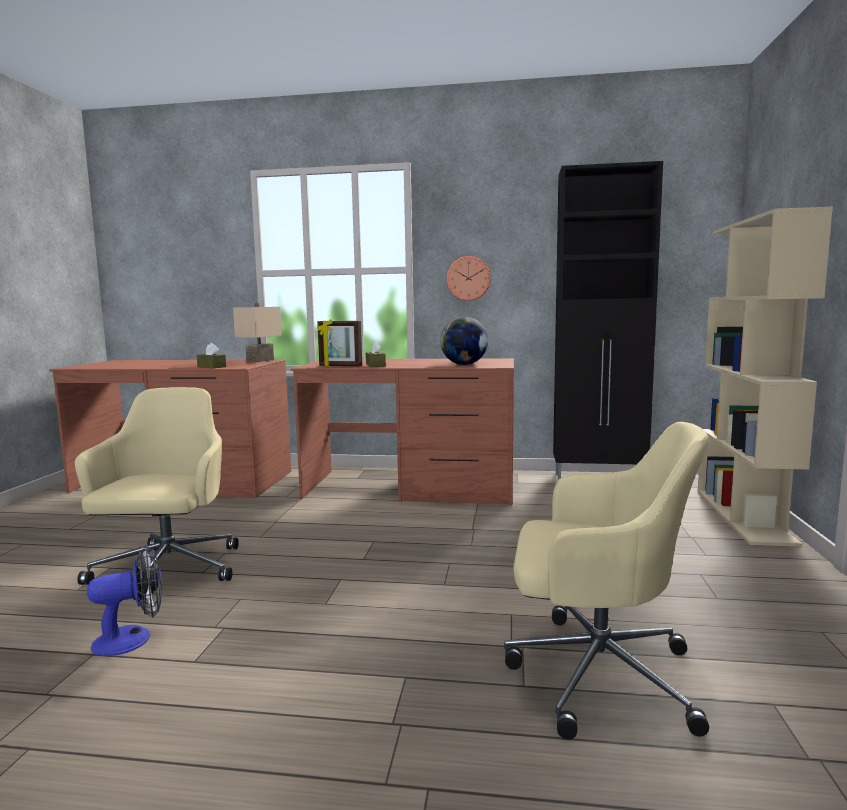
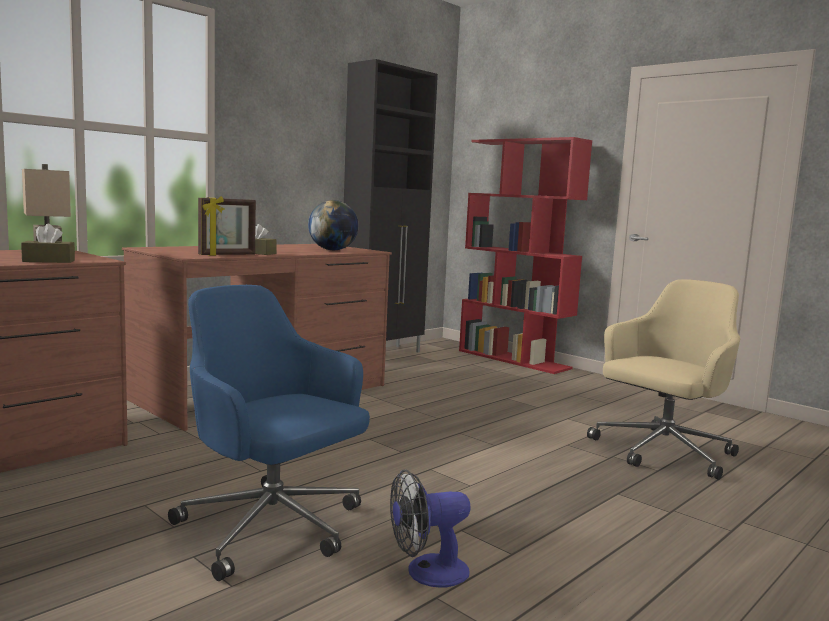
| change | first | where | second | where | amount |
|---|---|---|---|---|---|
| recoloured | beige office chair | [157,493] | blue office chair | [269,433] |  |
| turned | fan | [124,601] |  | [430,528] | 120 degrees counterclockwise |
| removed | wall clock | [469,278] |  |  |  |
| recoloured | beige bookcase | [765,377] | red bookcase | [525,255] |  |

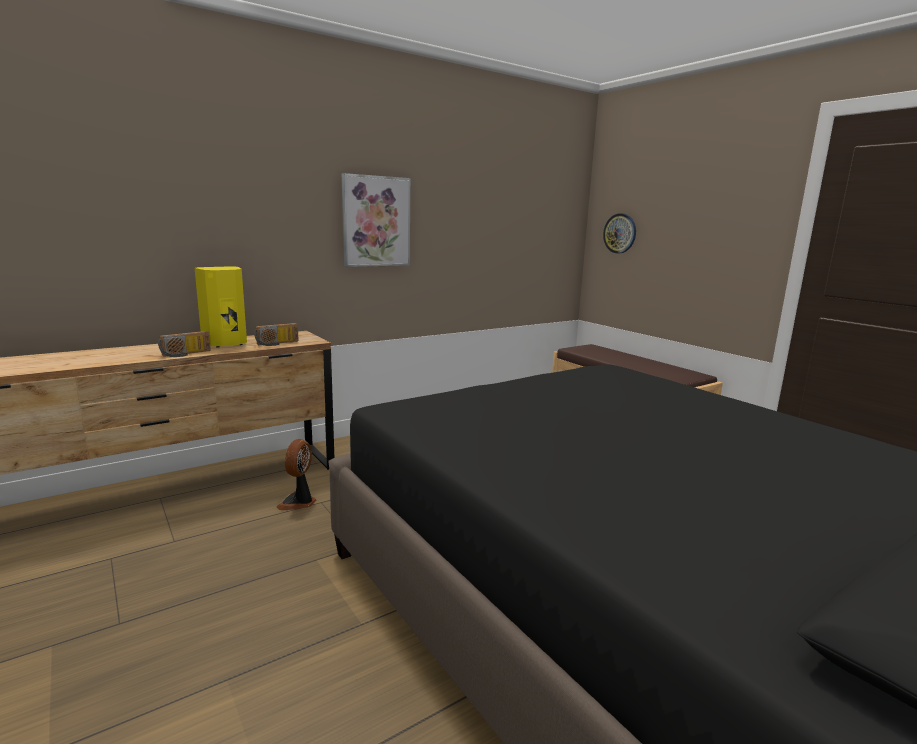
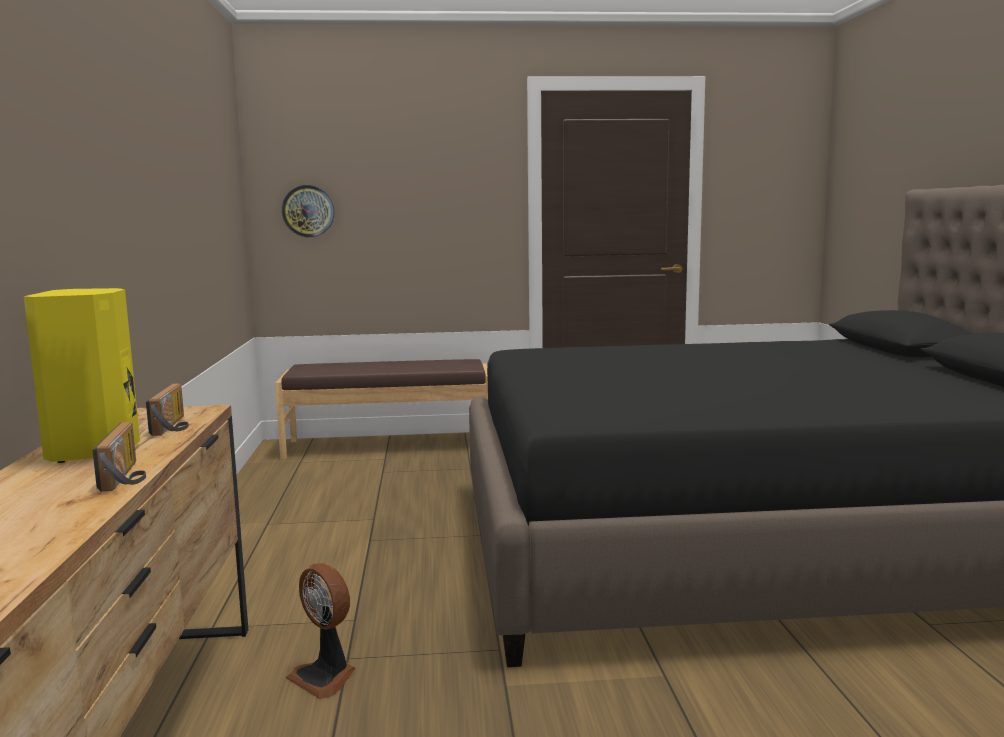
| change | first | where | second | where | amount |
|---|---|---|---|---|---|
| removed | picture | [376,220] |  |  |  |

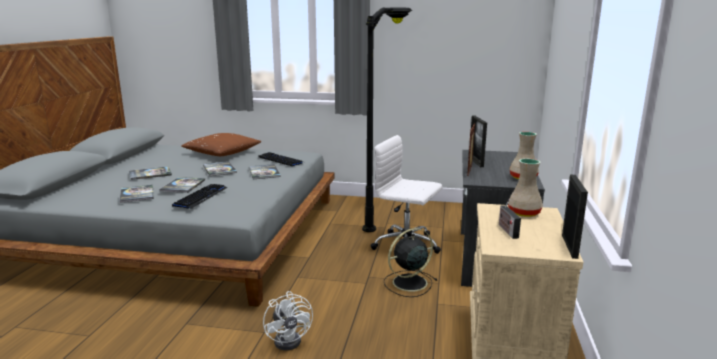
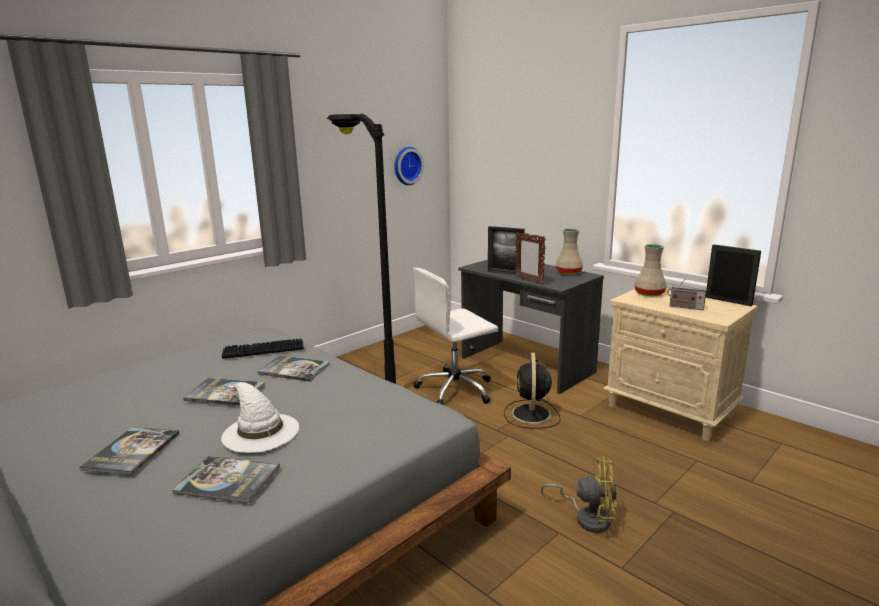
| change | first | where | second | where | amount |
|---|---|---|---|---|---|
| replaced | book | [182,185] | white hat | [260,417] |  |
| removed | keyboard | [200,196] |  |  |  |
| removed | brown pillow | [221,144] |  |  |  |
| recoloured | white fan | [288,321] | yellow fan | [579,495] |  |
| added |  |  | wall clock | [409,166] |  |

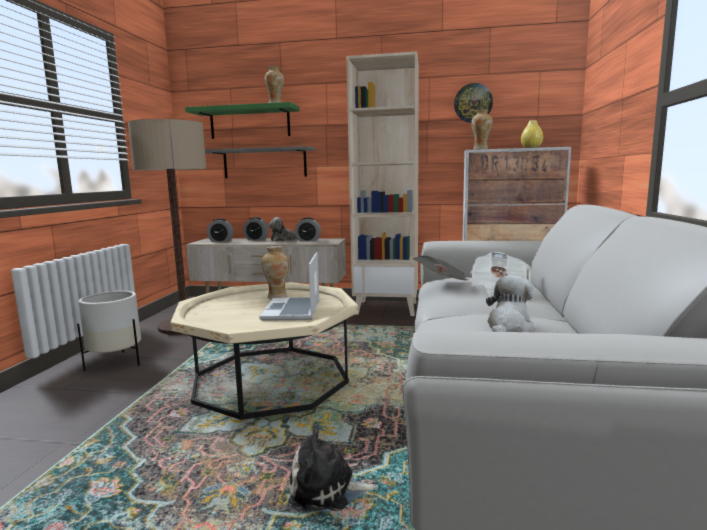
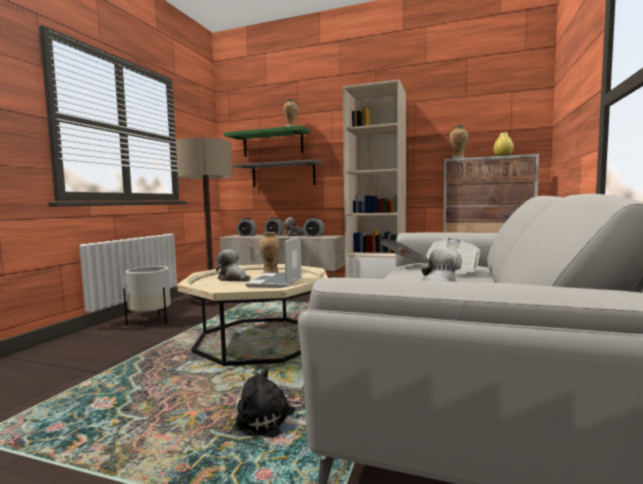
| change | first | where | second | where | amount |
|---|---|---|---|---|---|
| removed | wall clock | [473,103] |  |  |  |
| added |  |  | plush toy | [233,265] |  |

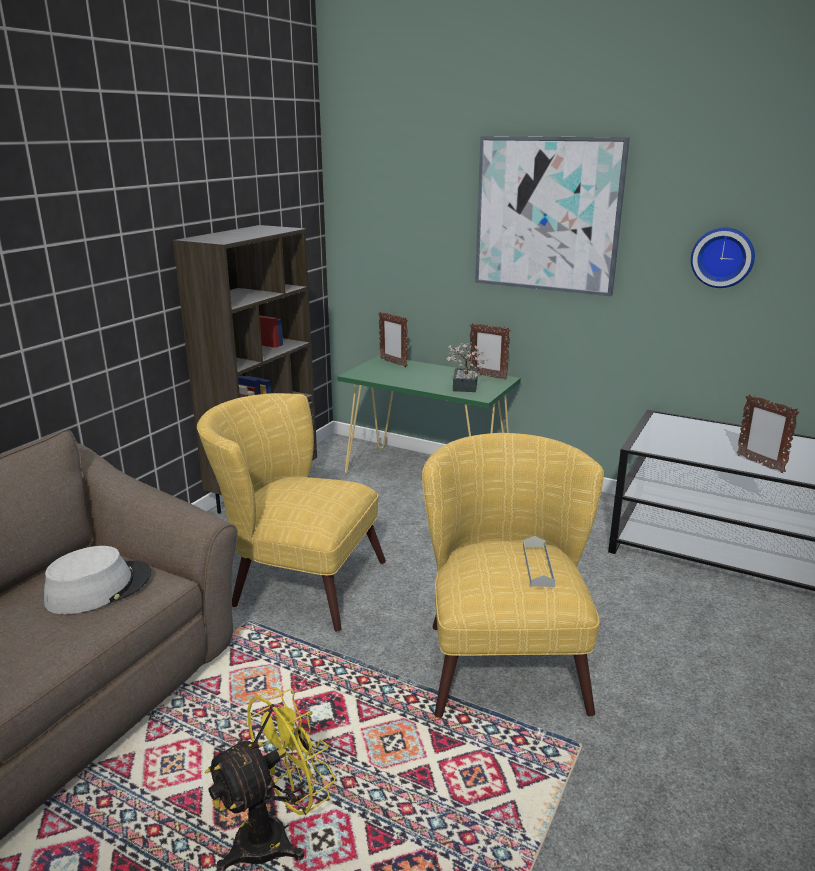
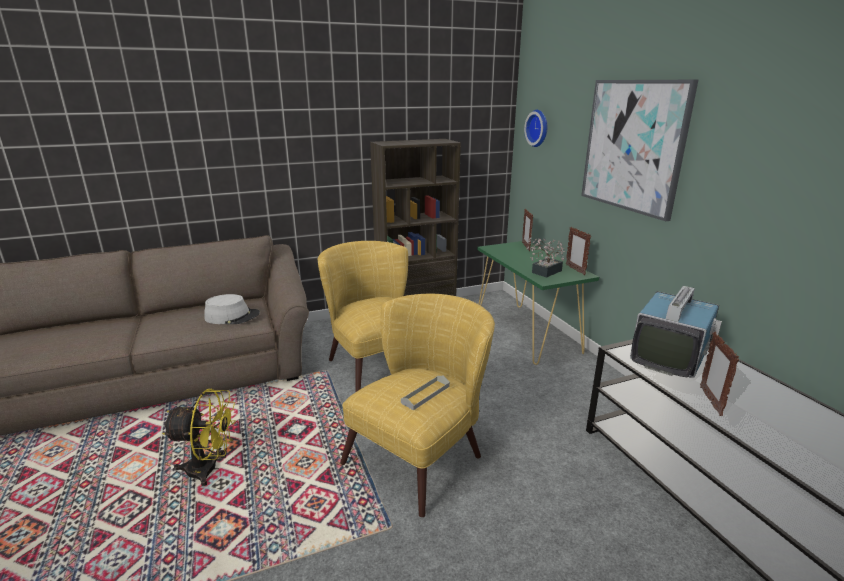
| change | first | where | second | where | amount |
|---|---|---|---|---|---|
| moved | wall clock | [723,258] |  | [536,128] |  |
| added |  |  | television | [676,332] |  |

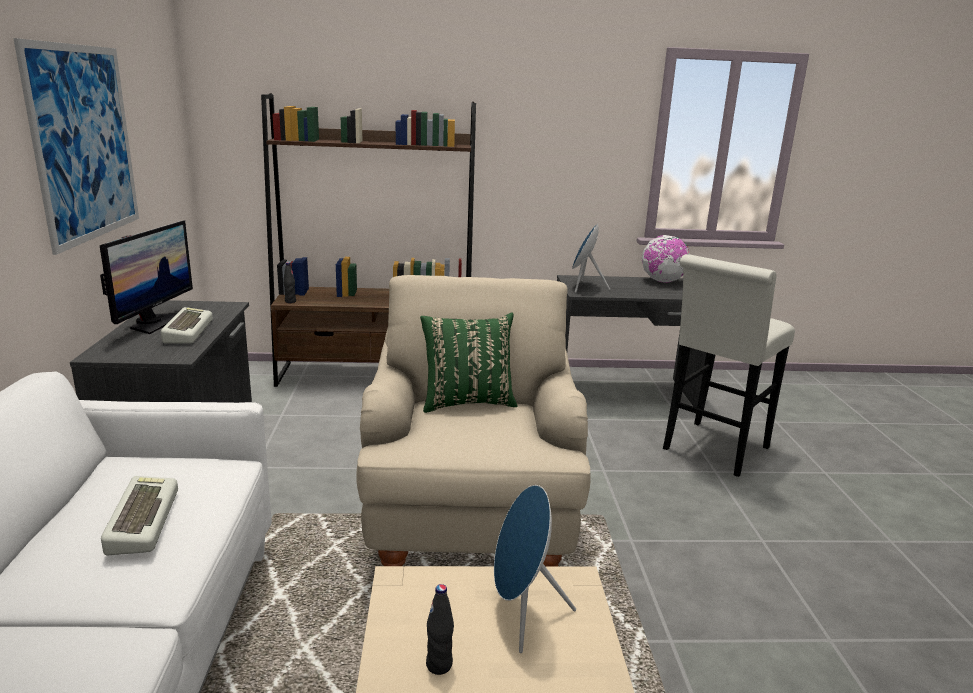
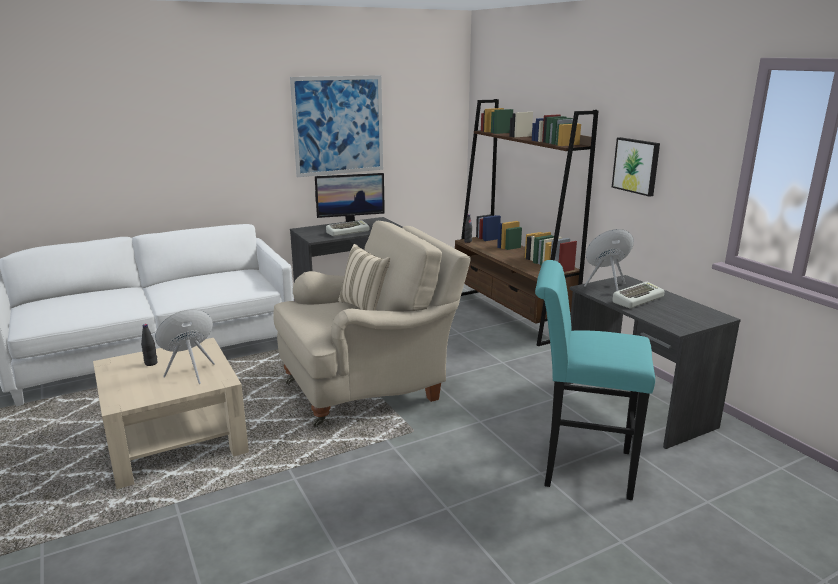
| change | first | where | second | where | amount |
|---|---|---|---|---|---|
| moved | keyboard | [139,515] |  | [638,295] |  |
| recoloured | green pillow | [469,363] | beige pillow | [364,277] |  |
| removed | globe | [666,259] |  |  |  |
| recoloured | white stool | [729,365] | turquoise stool | [595,380] |  |
| added |  |  | picture | [636,167] |  |

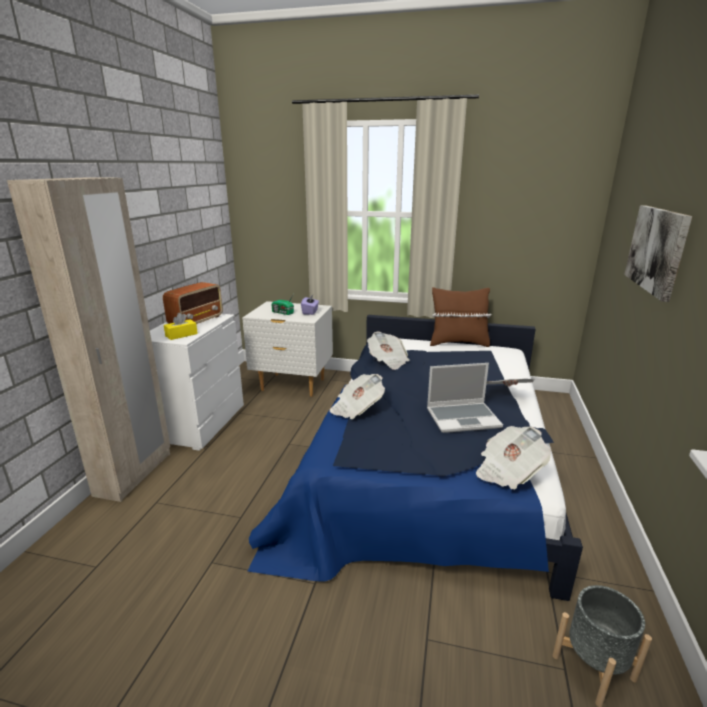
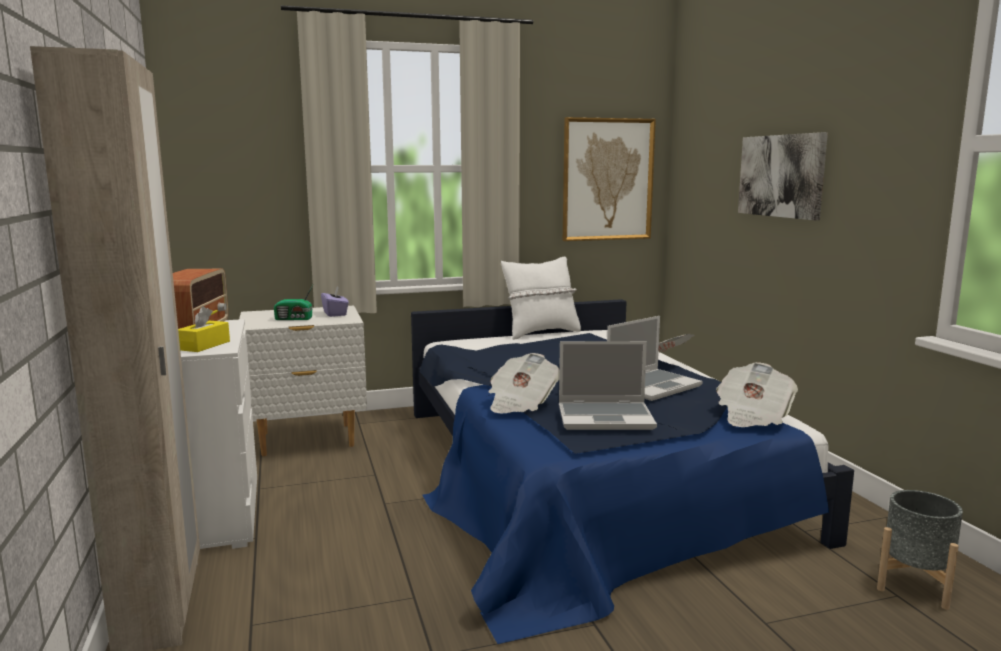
| change | first | where | second | where | amount |
|---|---|---|---|---|---|
| removed | newspaper | [388,351] |  |  |  |
| recoloured | brown pillow | [461,317] | white pillow | [541,298] |  |
| added |  |  | laptop | [608,385] |  |
| added |  |  | picture | [609,179] |  |

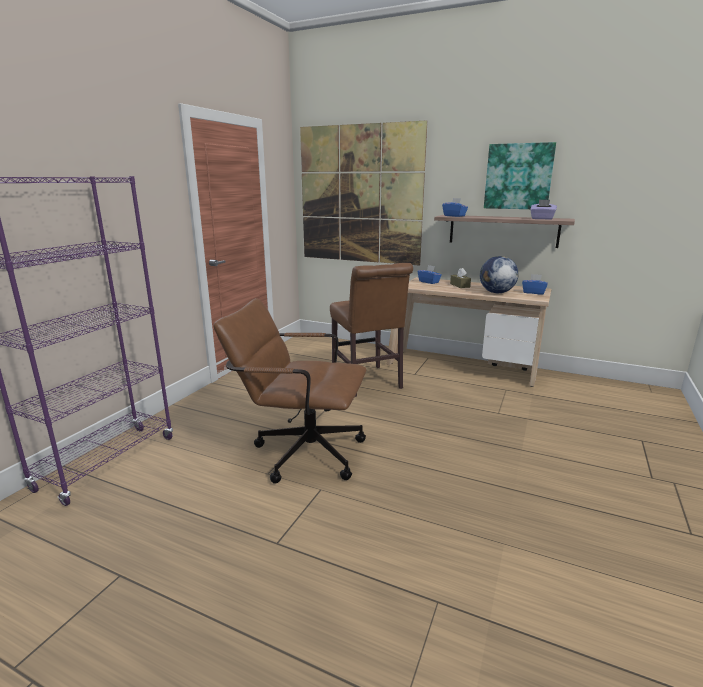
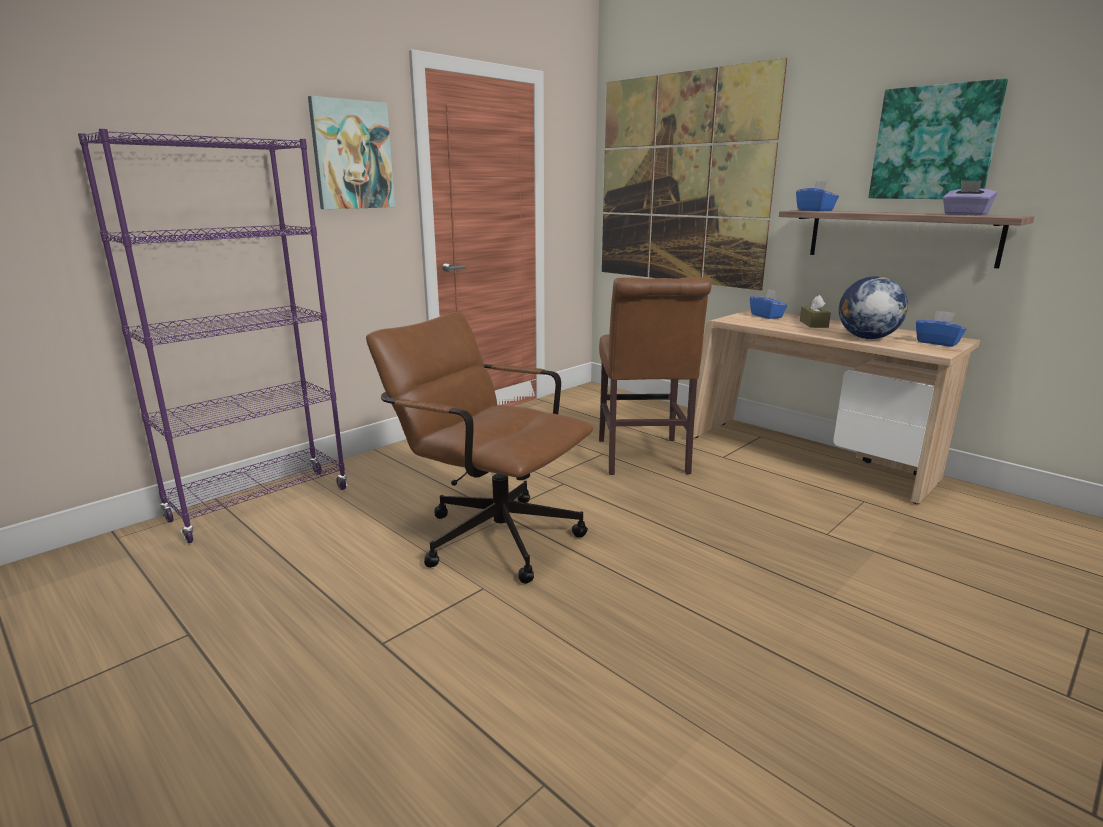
| change | first | where | second | where | amount |
|---|---|---|---|---|---|
| added |  |  | picture | [351,152] |  |

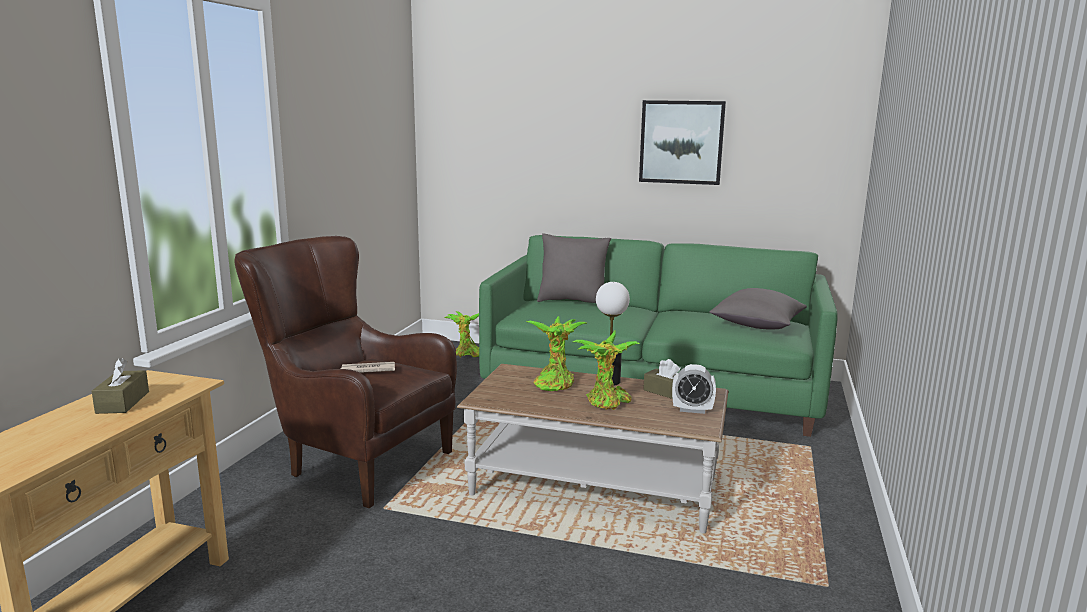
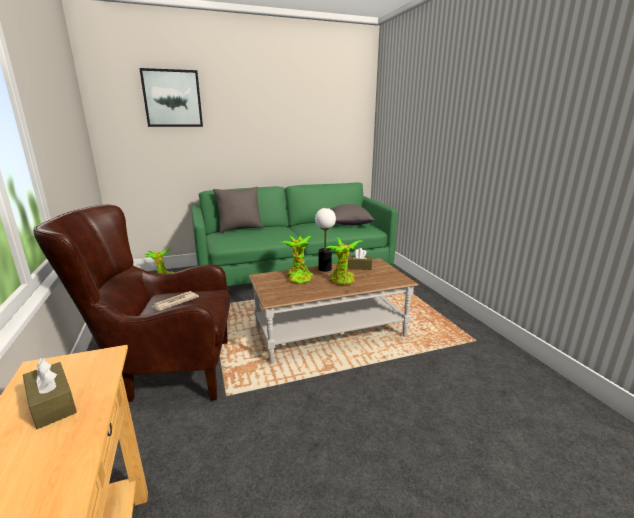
| change | first | where | second | where | amount |
|---|---|---|---|---|---|
| moved | picture | [682,142] |  | [171,97] |  |
| removed | alarm clock | [694,389] |  |  |  |

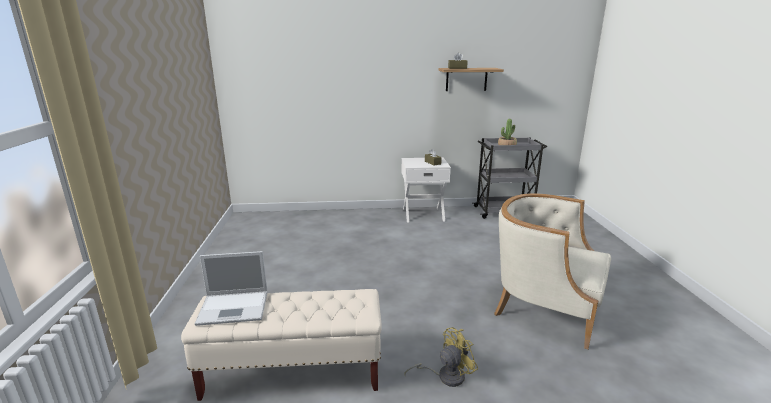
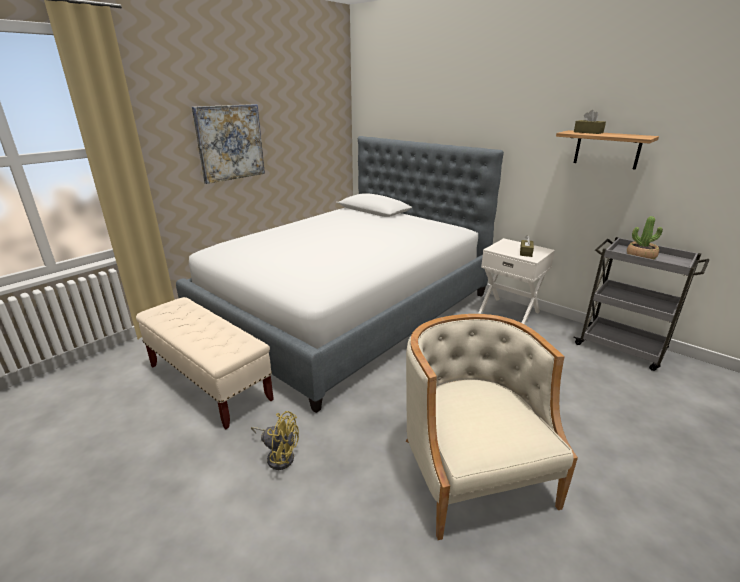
| change | first | where | second | where | amount |
|---|---|---|---|---|---|
| removed | laptop | [231,288] |  |  |  |
| added |  |  | bed | [340,274] |  |
| added |  |  | picture | [228,144] |  |

